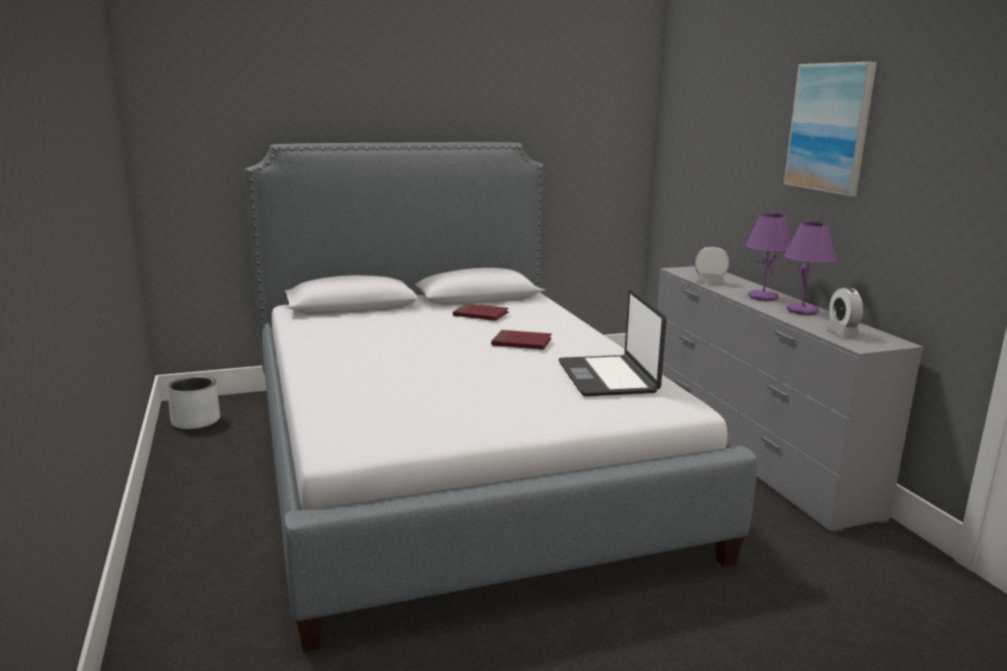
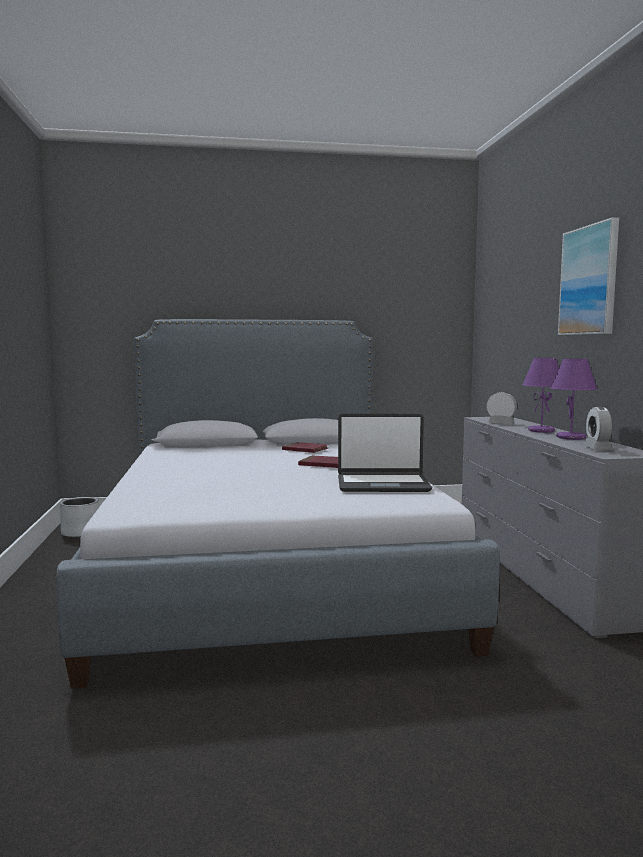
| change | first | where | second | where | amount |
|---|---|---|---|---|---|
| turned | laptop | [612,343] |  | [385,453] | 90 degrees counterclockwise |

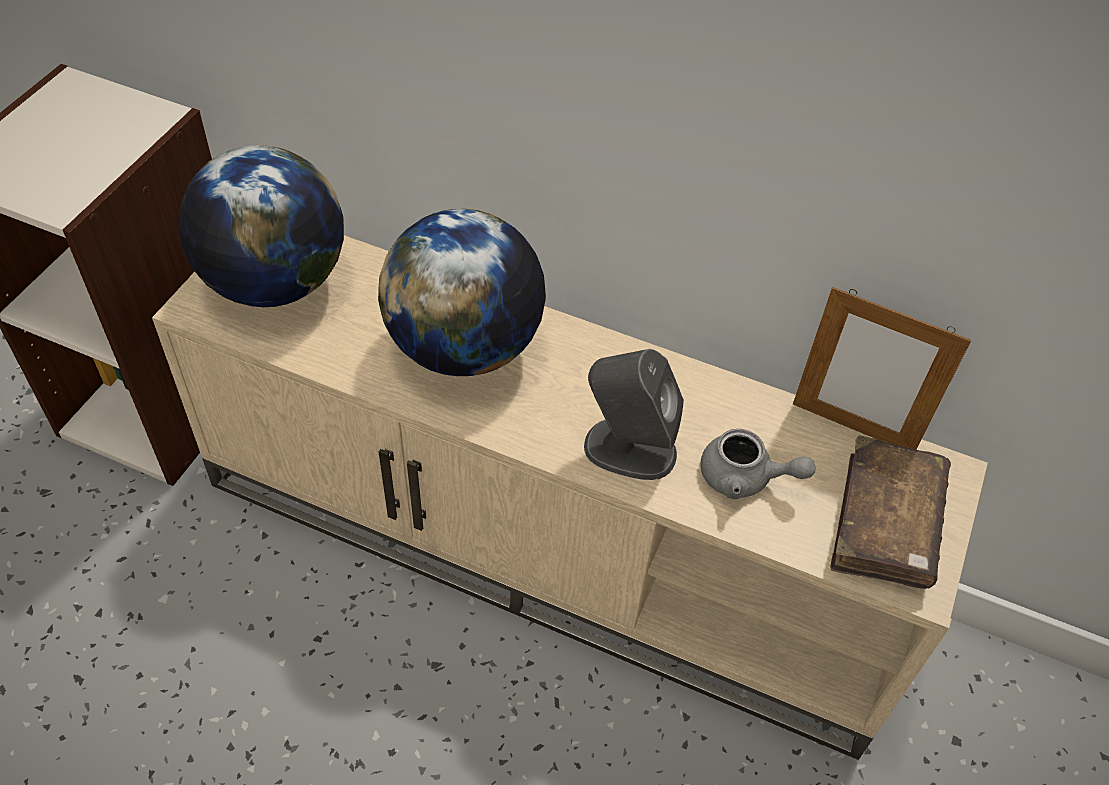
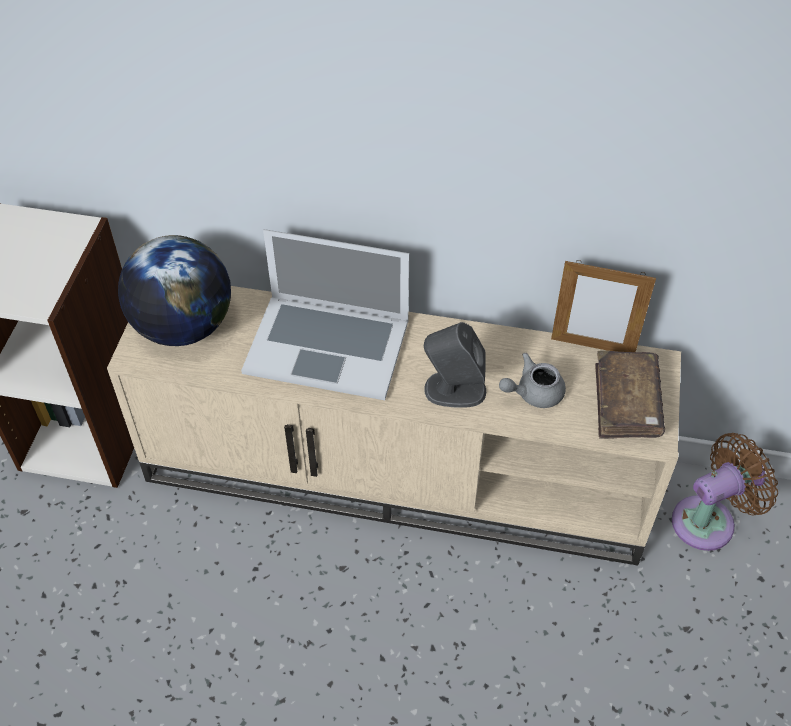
| change | first | where | second | where | amount |
|---|---|---|---|---|---|
| replaced | globe | [462,292] | laptop | [325,314] |  |
| turned | grey teapot | [758,464] |  | [532,380] | 150 degrees clockwise |
| added |  |  | brown fan | [725,492] |  |

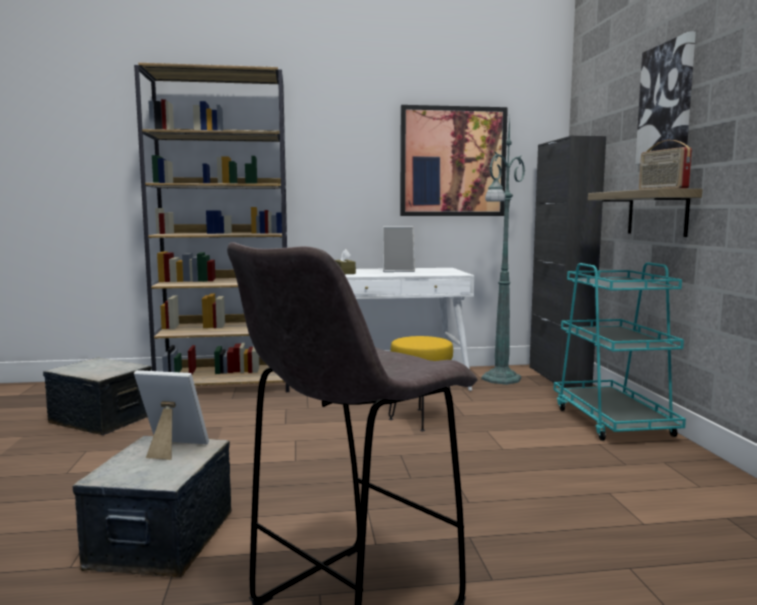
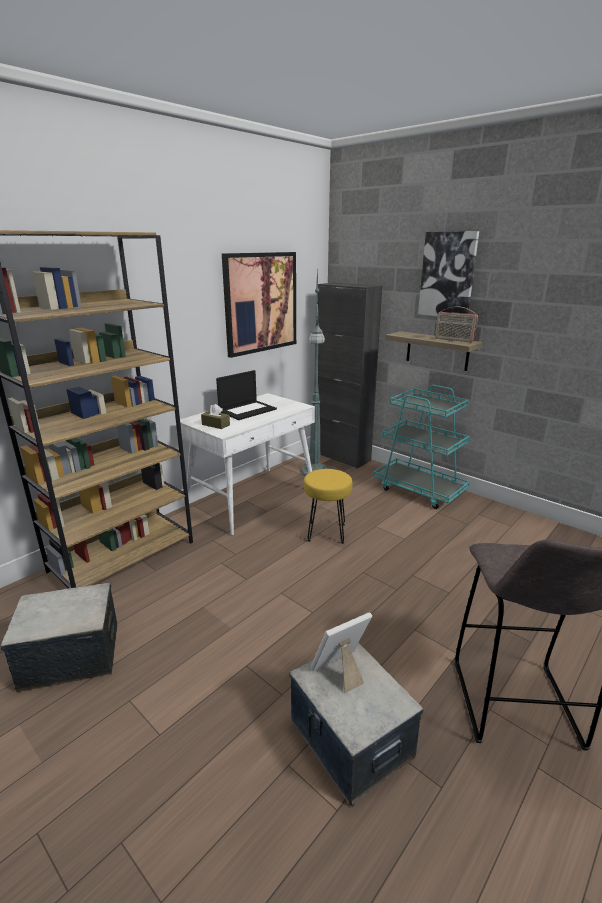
| change | first | where | second | where | amount |
|---|---|---|---|---|---|
| replaced | picture frame | [398,249] | laptop | [246,395] |  |

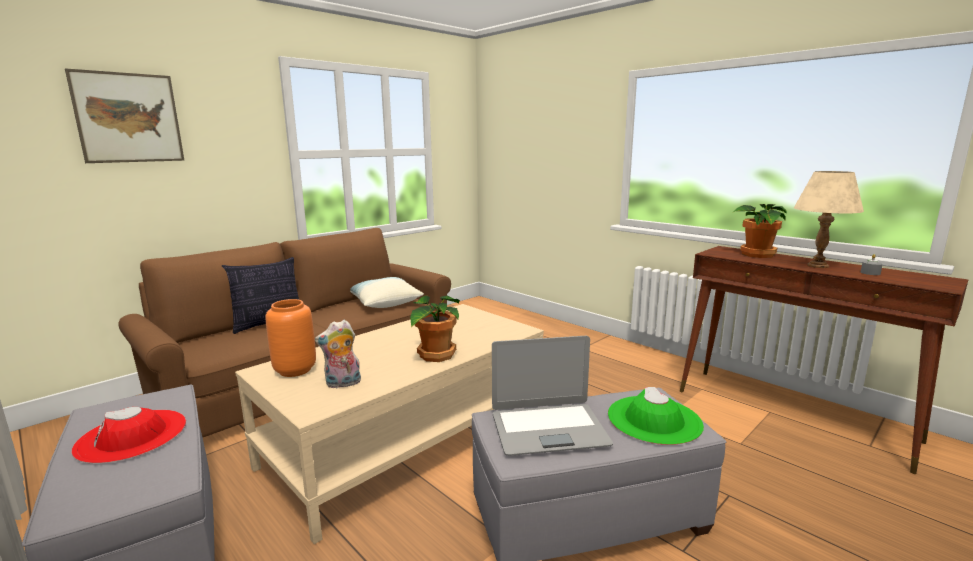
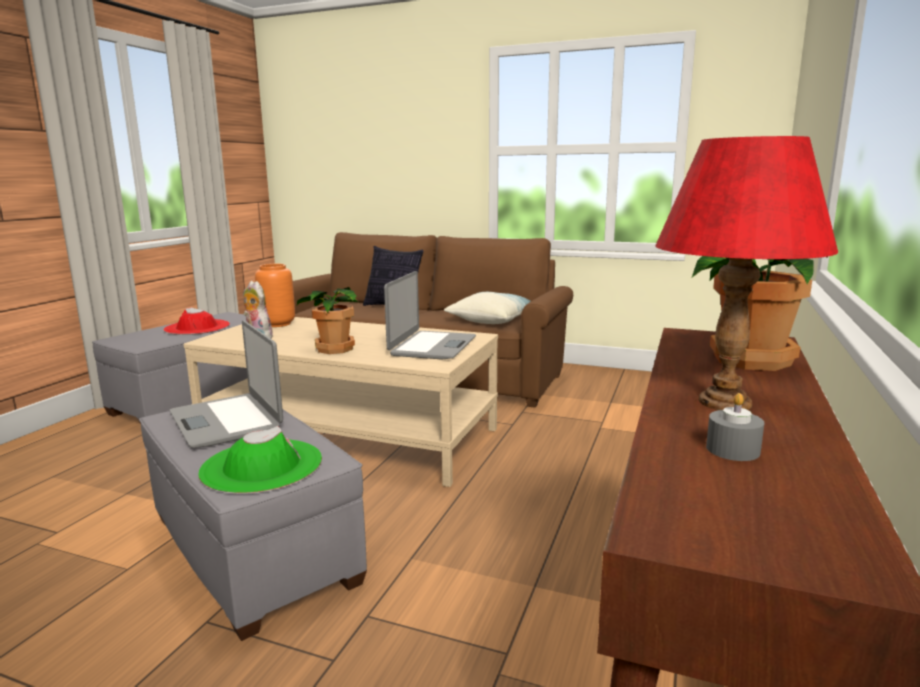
| change | first | where | second | where | amount |
|---|---|---|---|---|---|
| removed | picture | [125,115] |  |  |  |
| recoloured | beige table lamp | [829,219] | red table lamp | [746,273] |  |
| added |  |  | laptop | [430,315] |  |

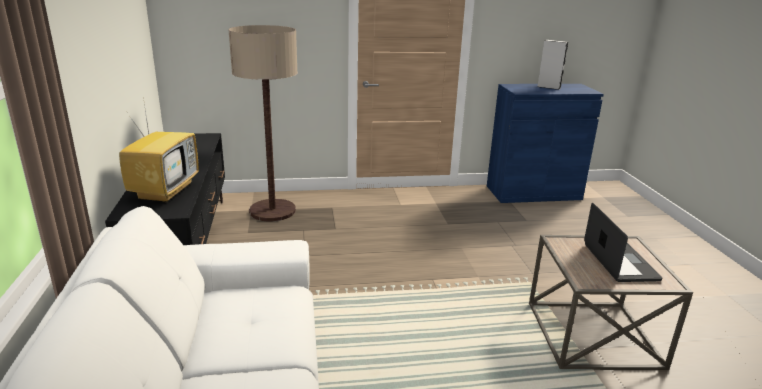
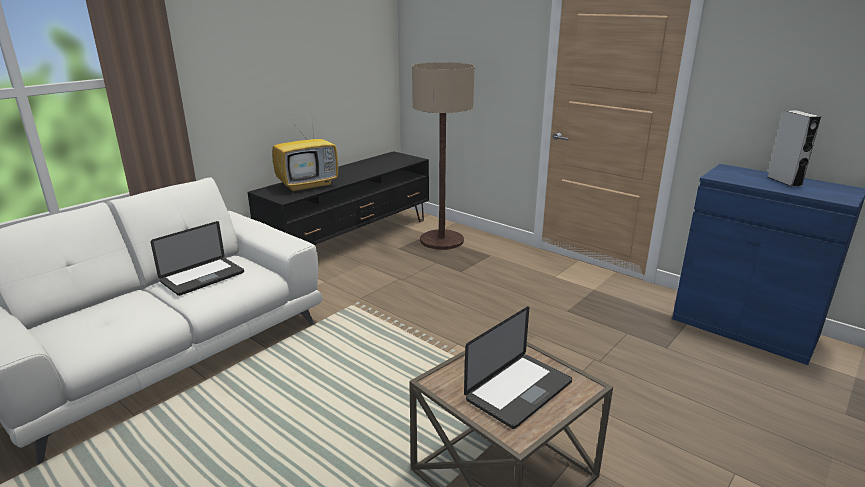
| change | first | where | second | where | amount |
|---|---|---|---|---|---|
| added |  |  | laptop | [197,258] |  |

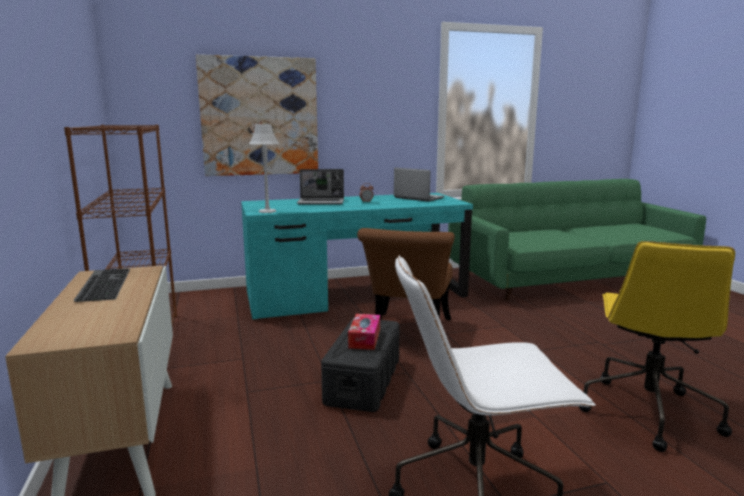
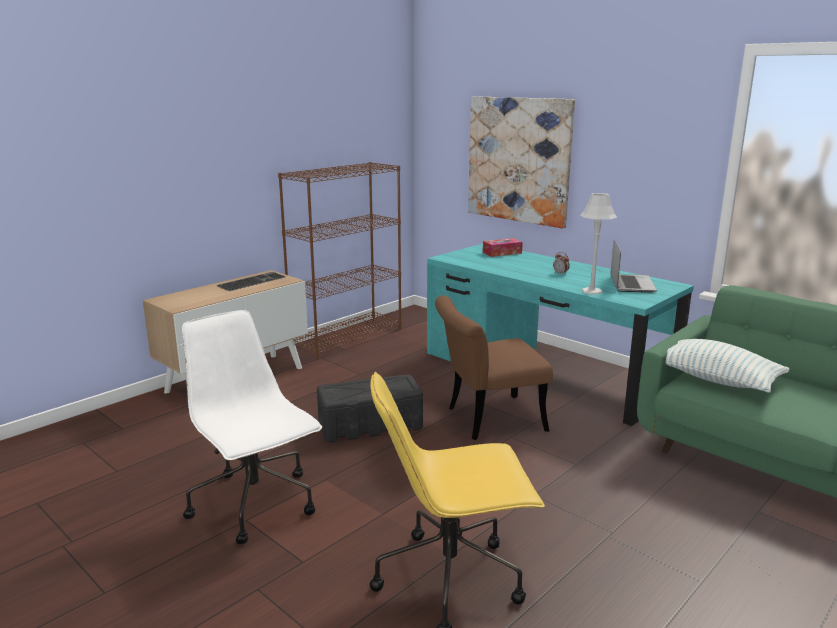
| change | first | where | second | where | amount |
|---|---|---|---|---|---|
| moved | grey table lamp | [264,168] |  | [598,243] |  |
| removed | laptop | [320,187] |  |  |  |
| moved | tissue box | [364,332] |  | [503,247] |  |
| added |  |  | pillow | [728,365] |  |

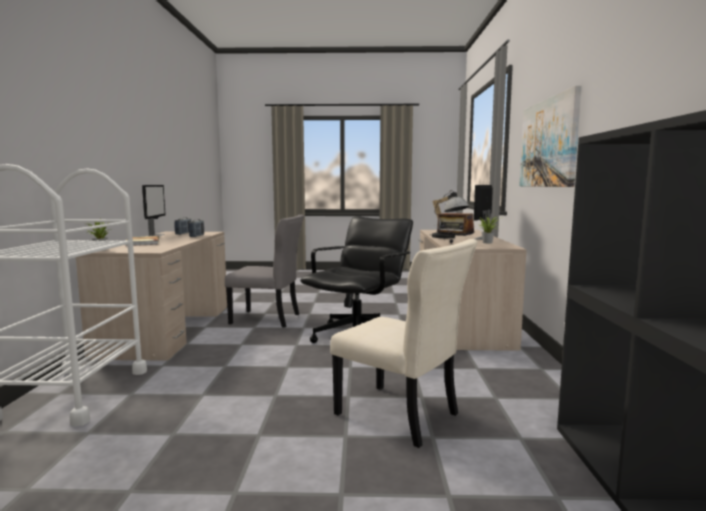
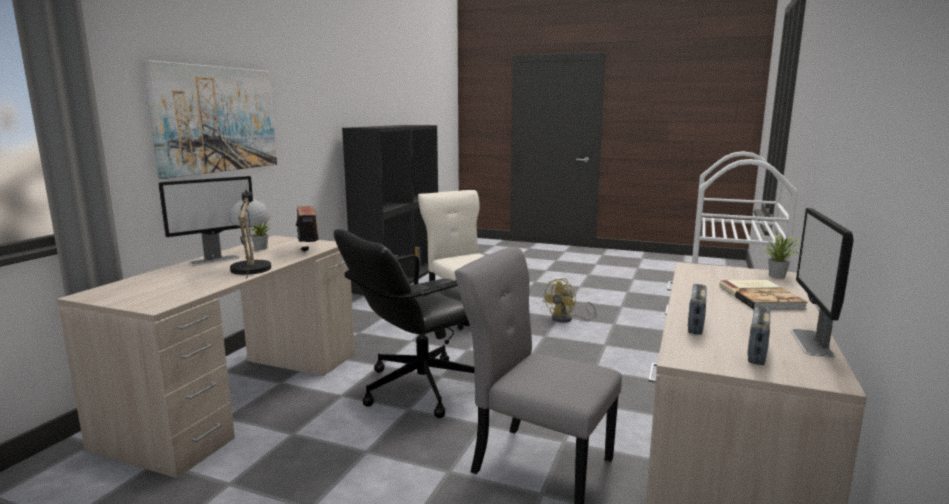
| change | first | where | second | where | amount |
|---|---|---|---|---|---|
| added |  |  | yellow fan | [569,300] |  |

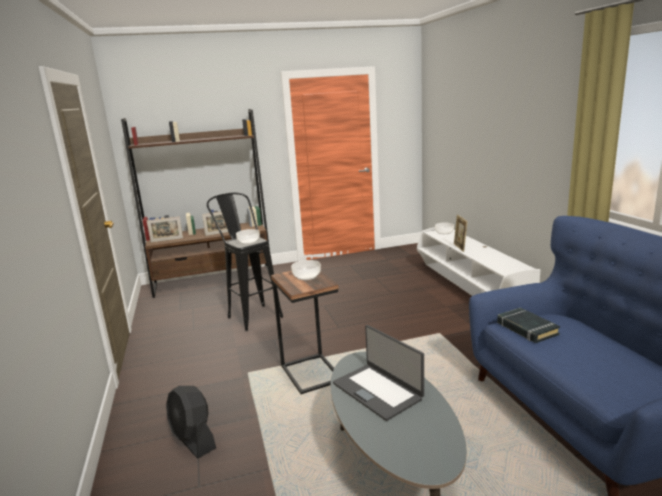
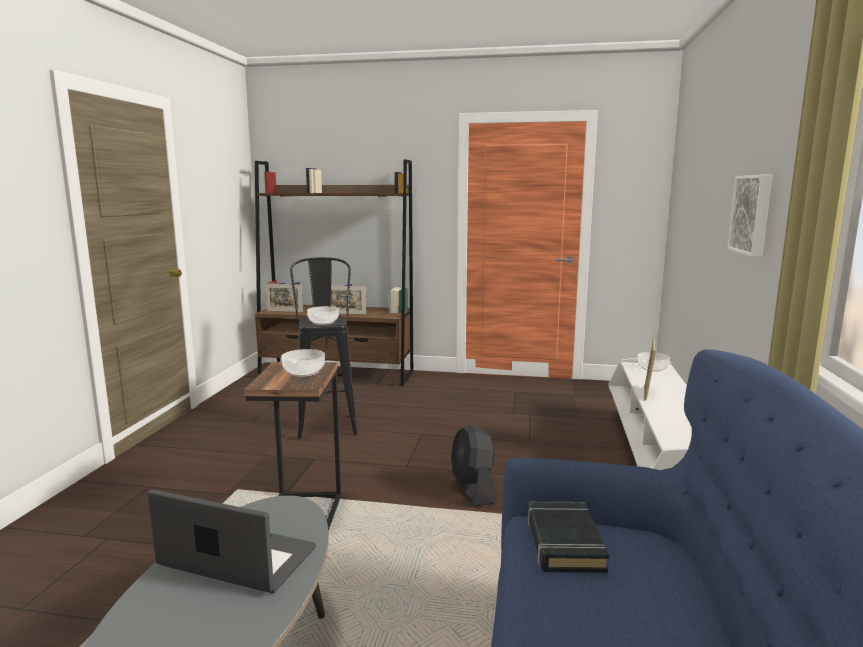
| change | first | where | second | where | amount |
|---|---|---|---|---|---|
| moved | black fan | [191,422] |  | [473,465] |  |
| turned | laptop | [378,373] |  | [232,541] | 120 degrees clockwise |
| added |  |  | picture | [749,216] |  |

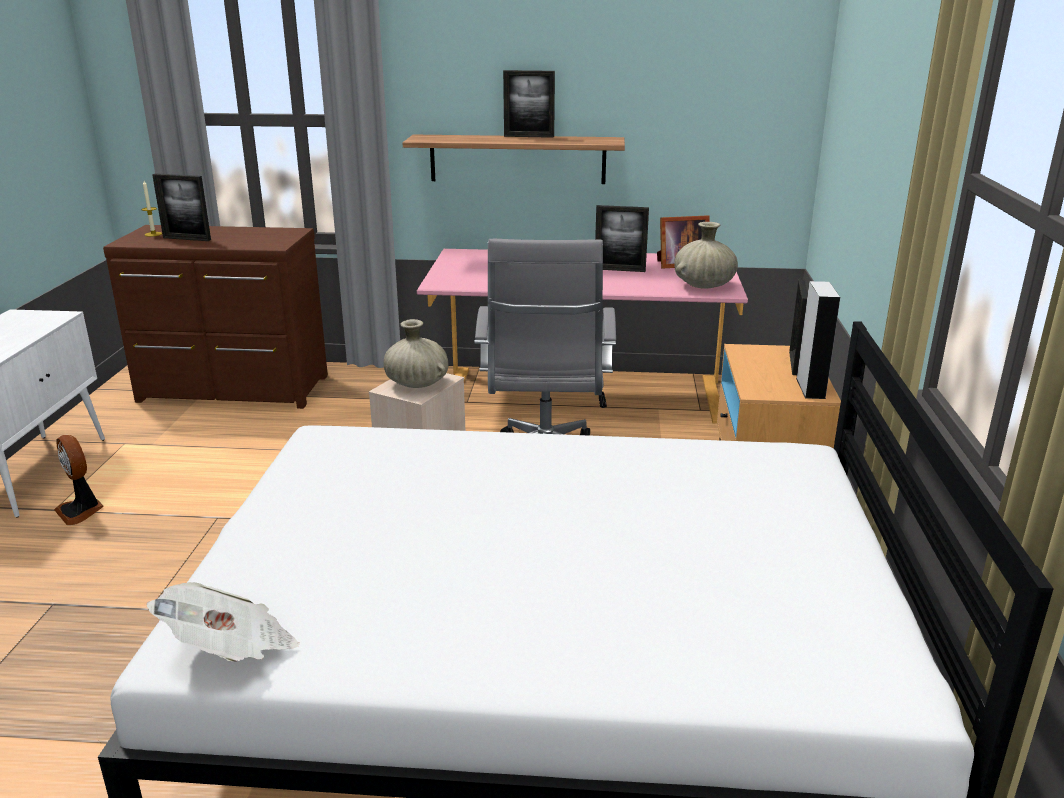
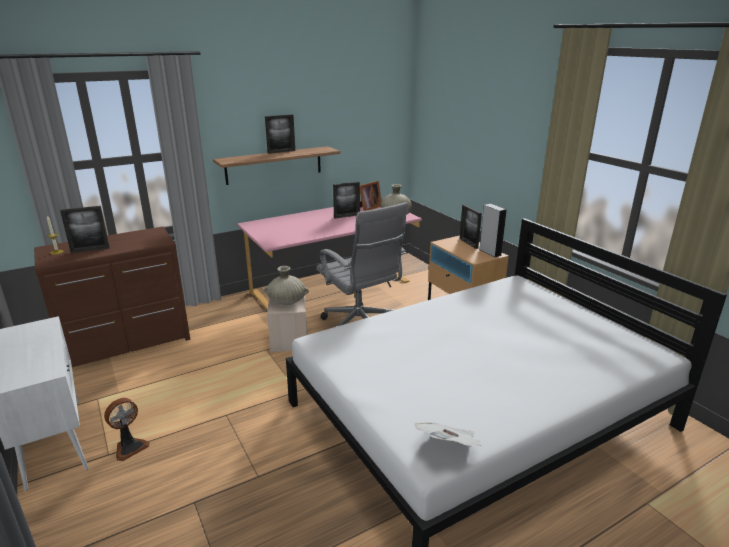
| change | first | where | second | where | amount |
|---|---|---|---|---|---|
| turned | fan | [79,480] |  | [127,429] | 60 degrees counterclockwise |

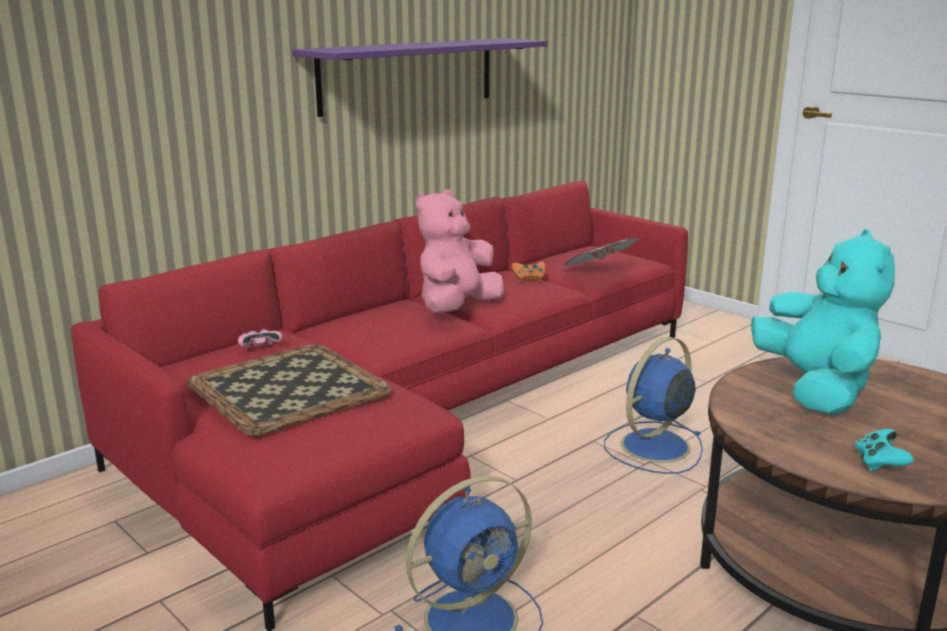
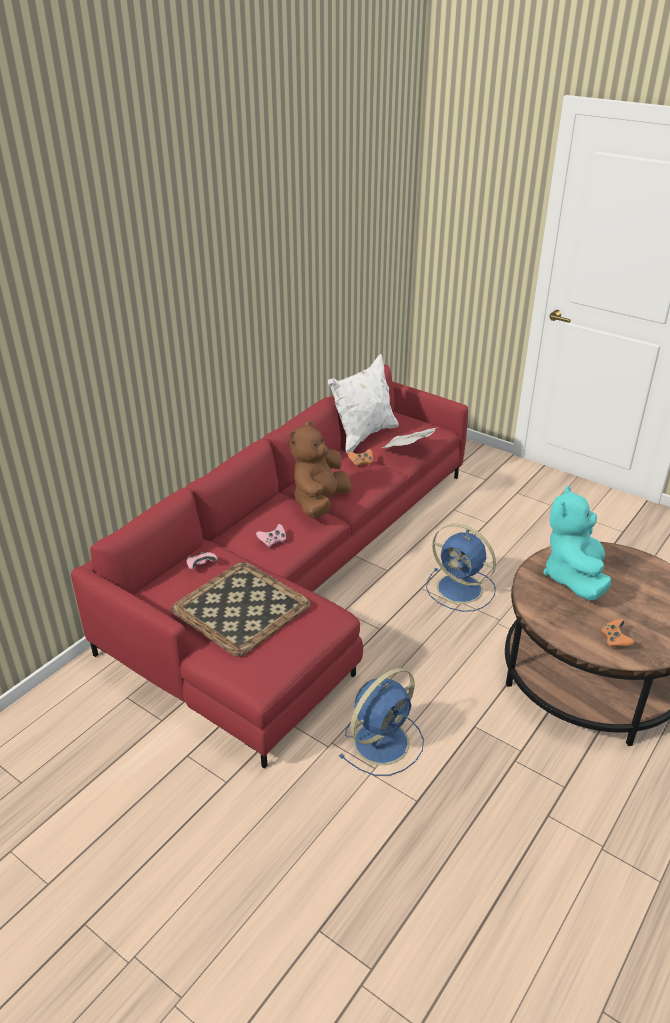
| change | first | where | second | where | amount |
|---|---|---|---|---|---|
| removed | purple shelf | [420,77] |  |  |  |
| recoloured | pink plush toy | [460,251] | brown plush toy | [321,469] |  |
| turned | blue fan | [653,405] |  | [461,568] | 90 degrees counterclockwise |
| turned | turquoise plush toy | [823,322] |  | [577,543] | 150 degrees counterclockwise |
| recoloured | turquoise game controller | [884,450] | orange game controller | [618,633] |  |
| added |  |  | pink game controller | [271,536] |  |
| added |  |  | white pillow | [363,403] |  |

